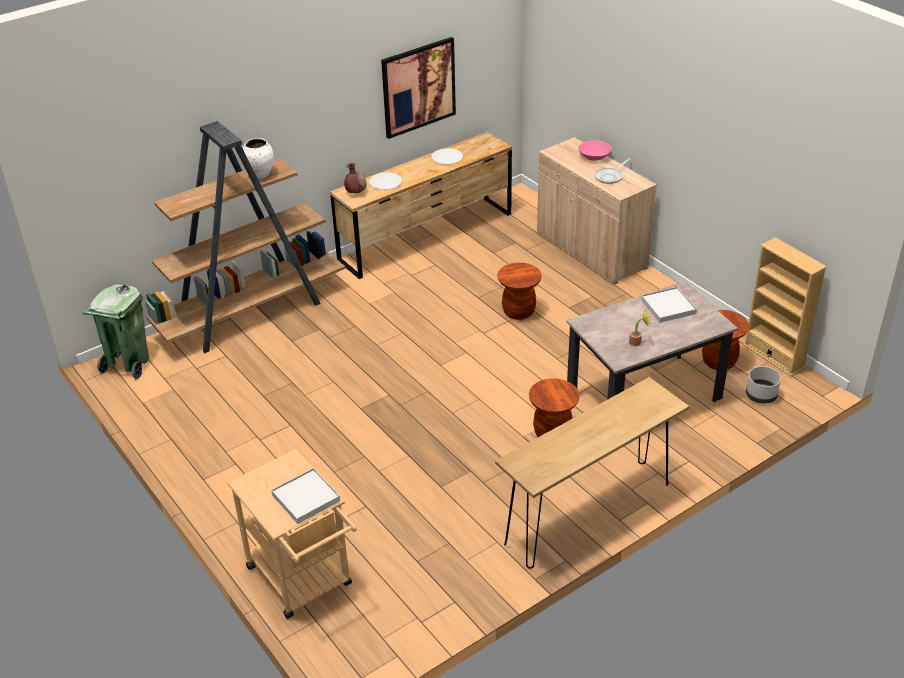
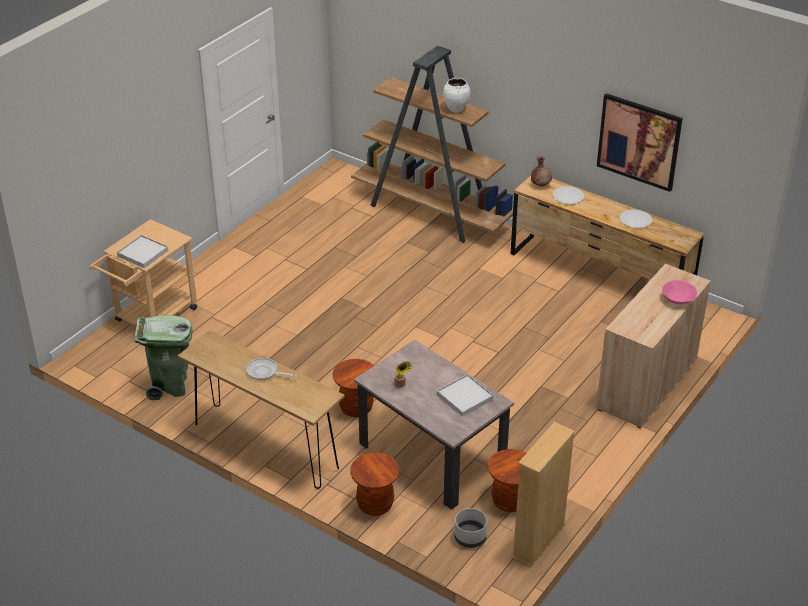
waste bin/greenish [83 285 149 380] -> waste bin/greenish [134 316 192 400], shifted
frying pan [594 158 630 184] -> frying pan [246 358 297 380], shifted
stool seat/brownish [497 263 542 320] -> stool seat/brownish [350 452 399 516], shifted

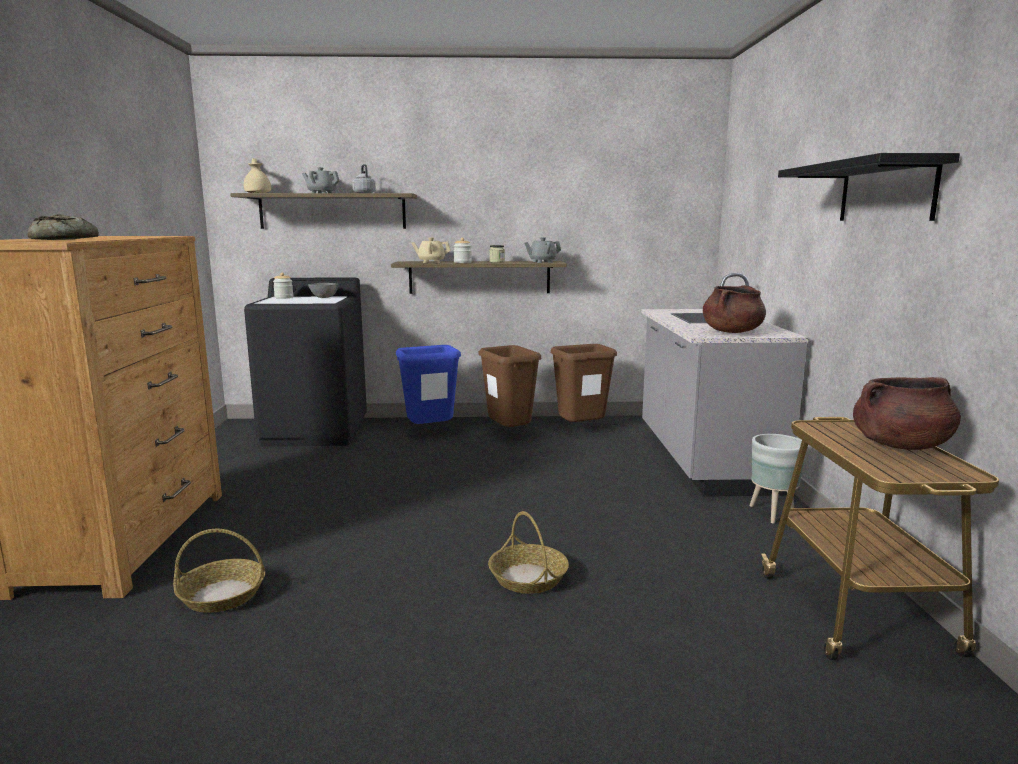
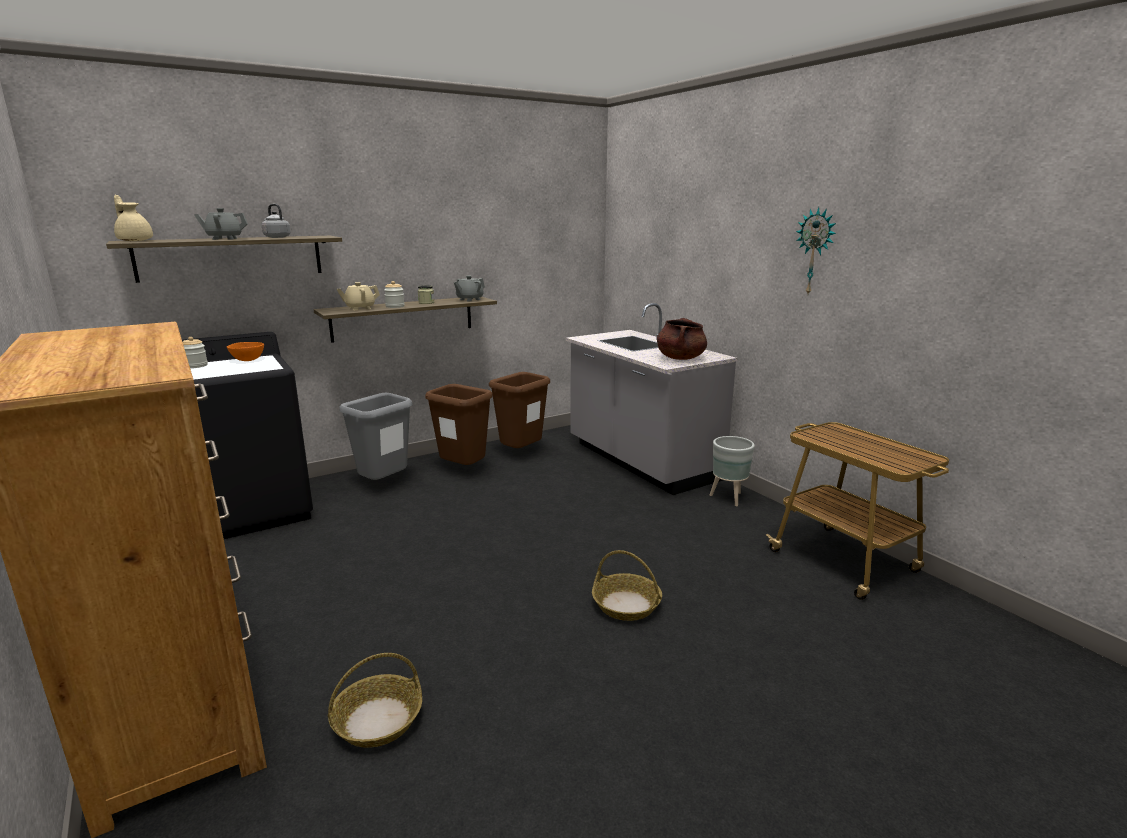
bowl/grey [308 283 339 298] -> bowl/orange [227 342 264 361]
waste bin/bluish [396 345 461 424] -> waste bin/grey [339 393 412 480]
wall shelf/blackish [778 153 960 221] -> wall clock [796 207 836 294]
bakery bread [27 214 99 240] -> none
saucepot/brownish [853 377 961 450] -> none

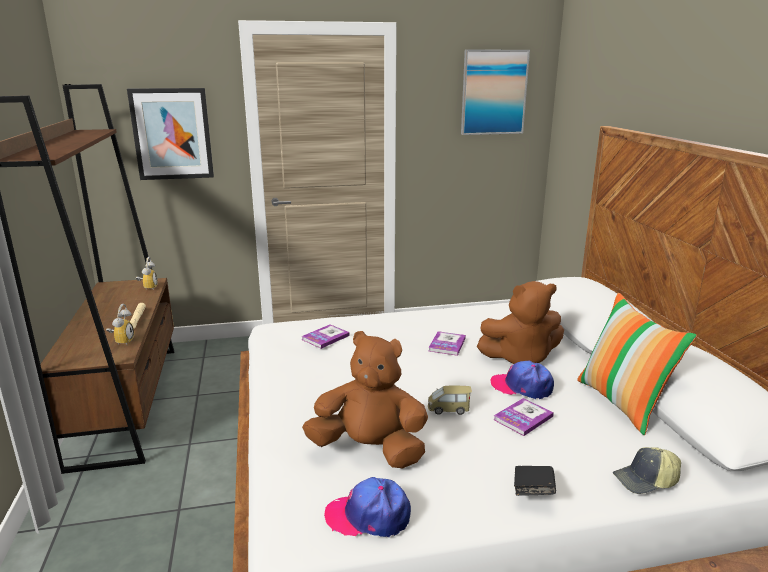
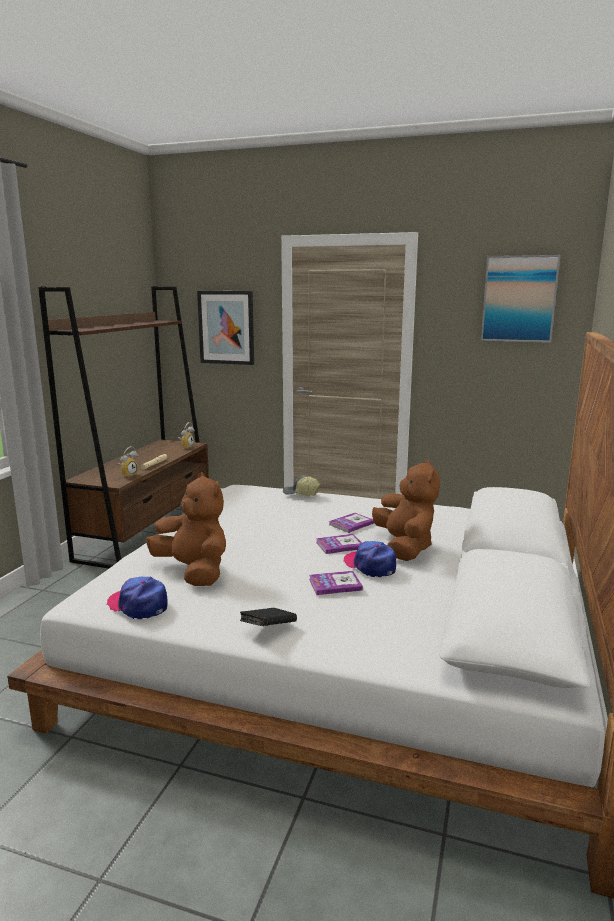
baseball cap [613 447 681 494] -> baseball cap [283 476 321 496], shifted
volume [302 324 350 349] -> volume [316 534 362 554], shifted
cuddly toy/brownish [477 281 564 364] -> cuddly toy/brownish [372 459 440 561], 120 degrees counterclockwise
model car [428 385 472 415] -> none
pillow [577 293 697 435] -> none

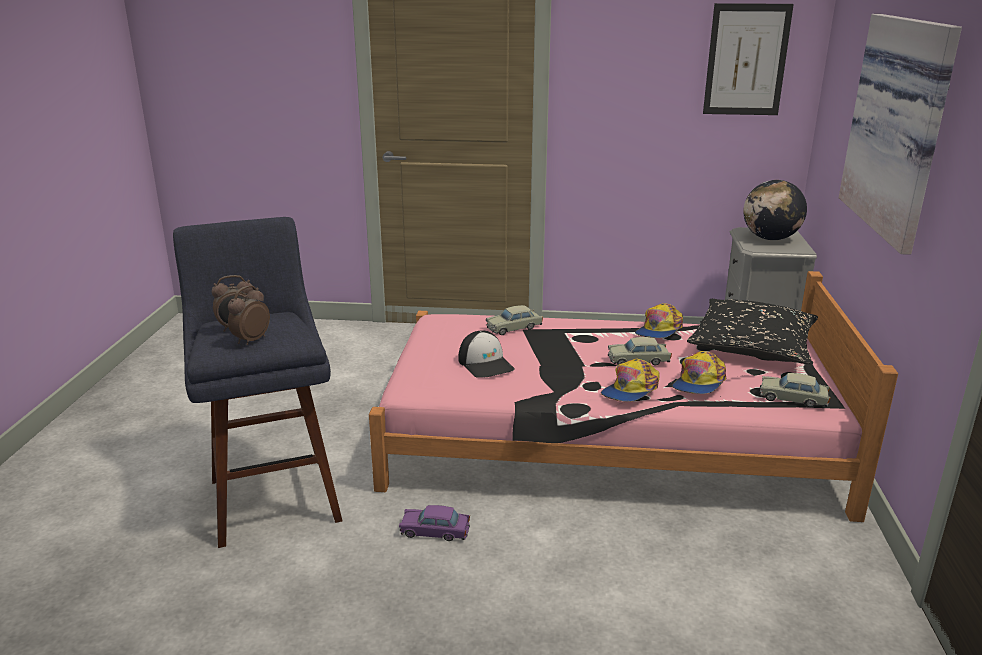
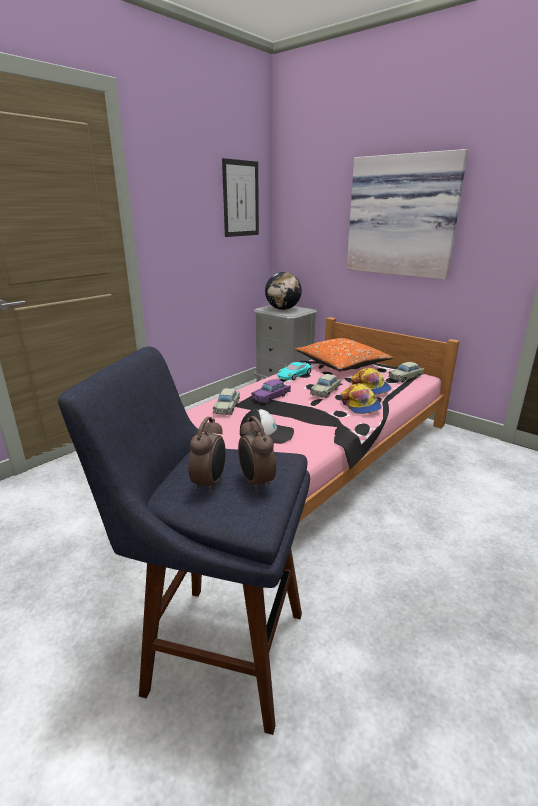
model car/purple [399 505 470 541] -> model car/purple [251 379 291 404], shifted
baseball cap [635 303 683 338] -> model car/blue-green [277 362 312 380]
pillow/blackish [687 299 818 364] -> pillow/orange [295 338 394 371]

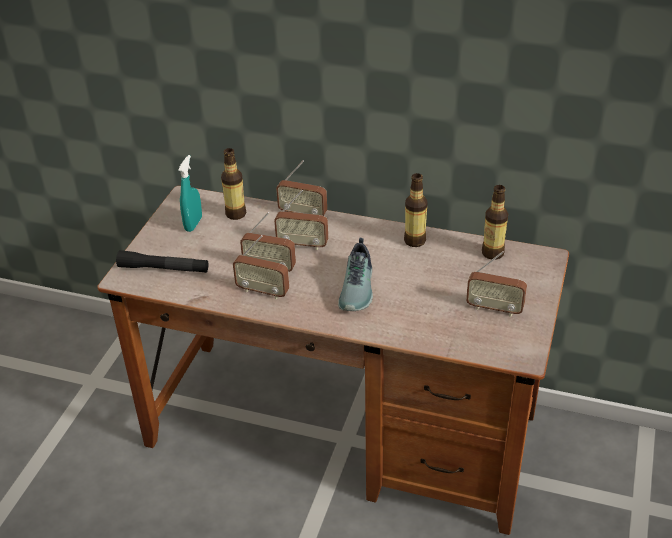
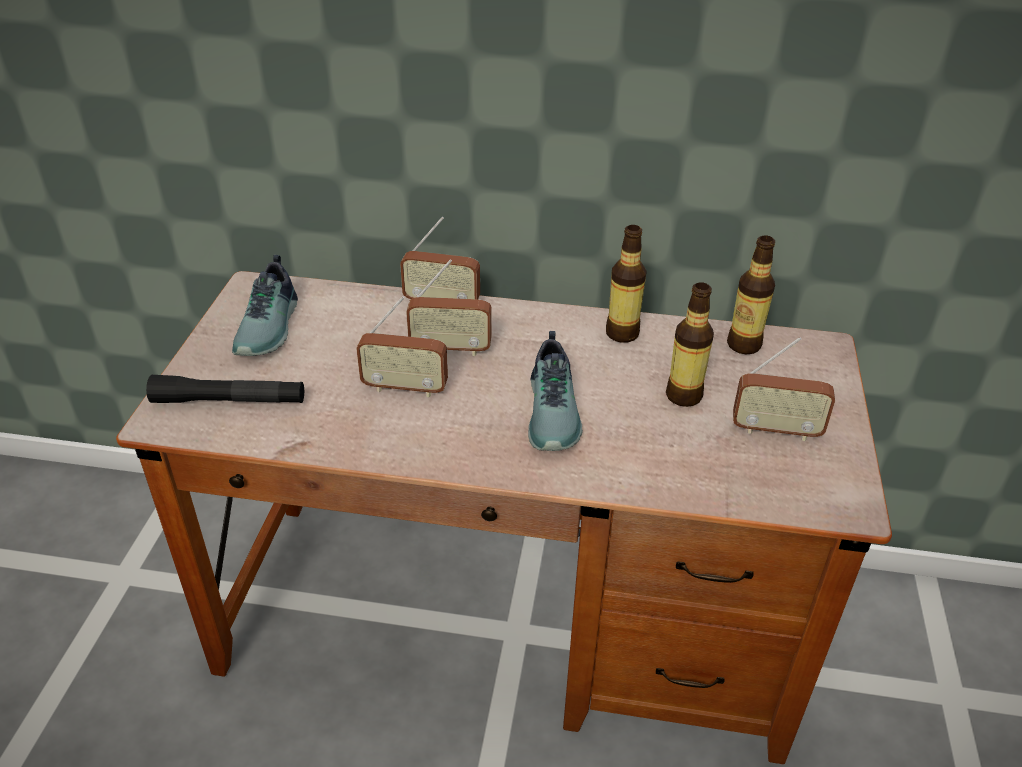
sprayer/blue-green [178 155 202 232] -> shoe [232 255 298 356]
drink bottle [221 148 246 220] -> drink bottle [666 282 714 407], shifted
radio set [233 235 289 299] -> none

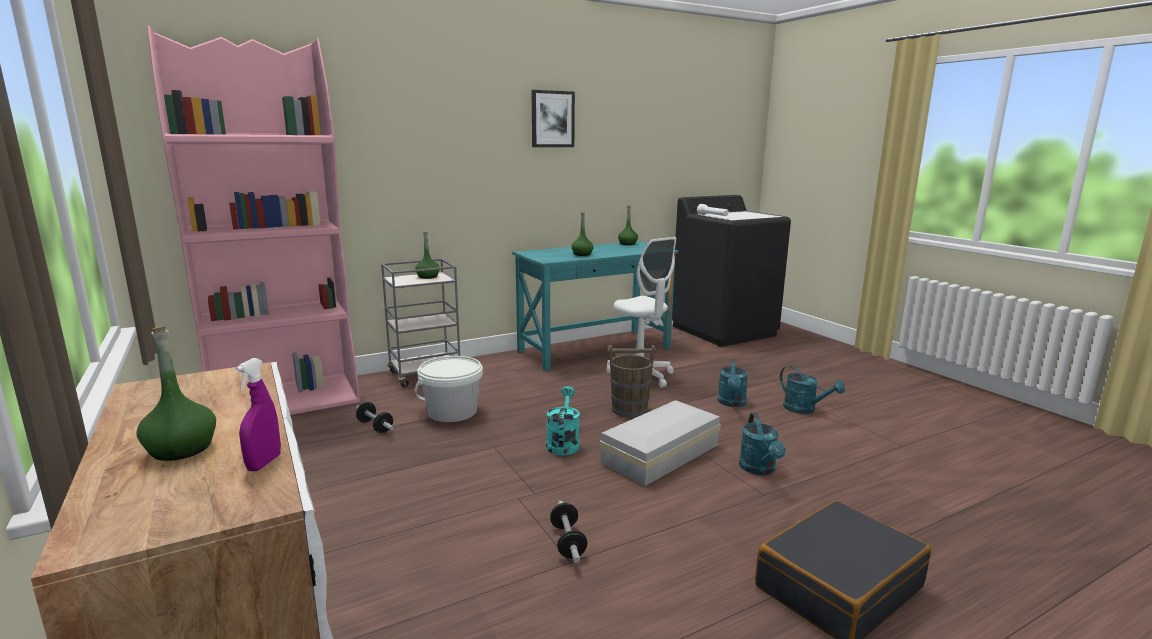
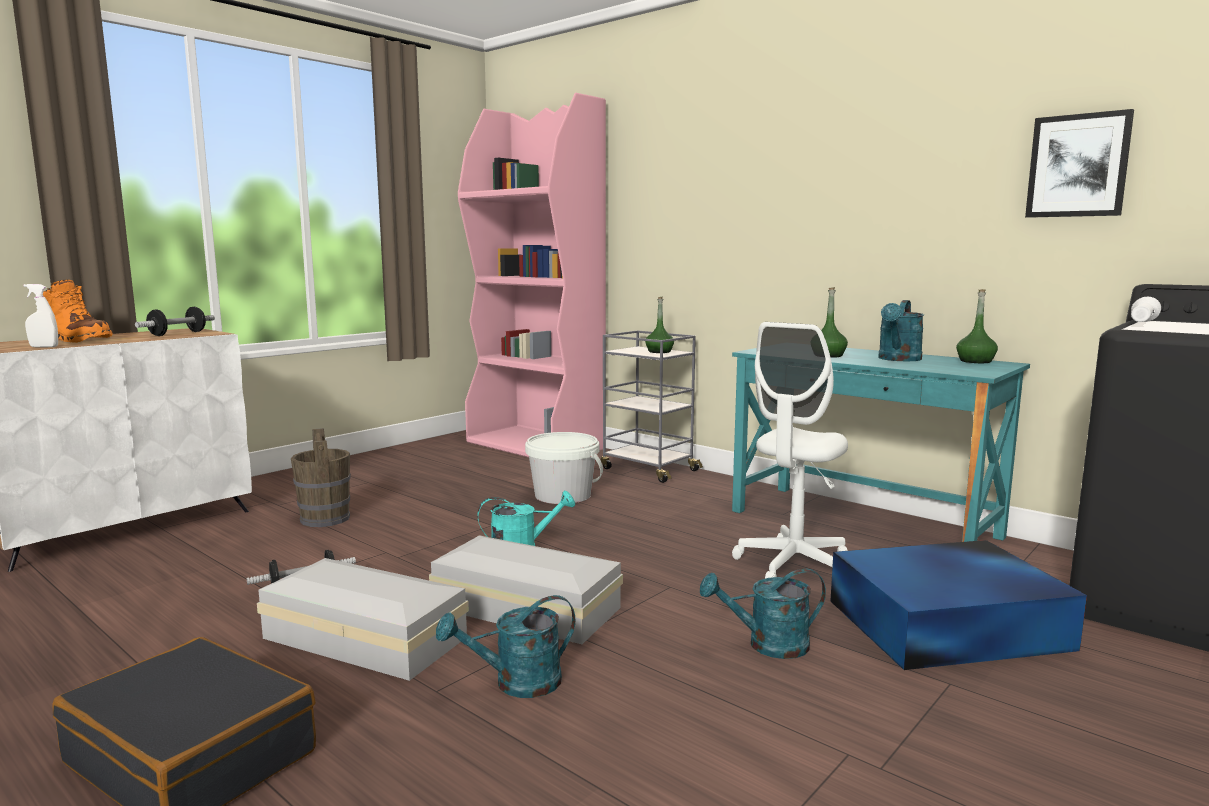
sprayer/purple [235 358 281 471] -> sprayer/white [23 284 58 348]
drink bottle/greenish [136 326 216 461] -> boot/orange [43 280 113 343]
free weight [356 402 394 433] -> free weight [135 307 215 336], shifted
none -> storage bin/white [257 558 469 681]
bucket/brownish [607 345 656 417] -> bucket/brownish [291 428 351 527], shifted
none -> storage bin/bluish [830 540 1087 670]
watering can/blue-green [780 366 845 414] -> watering can/blue-green [878 300 924 361], shifted
wall picture [531 90 575 147] -> wall picture [1025 109 1134 218], shifted

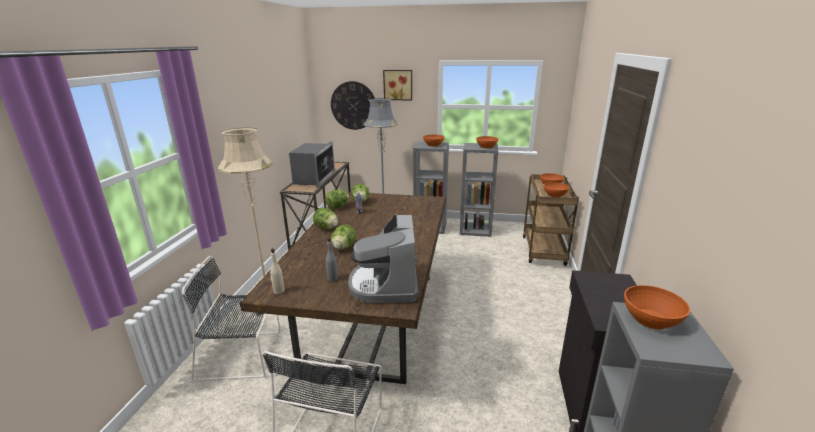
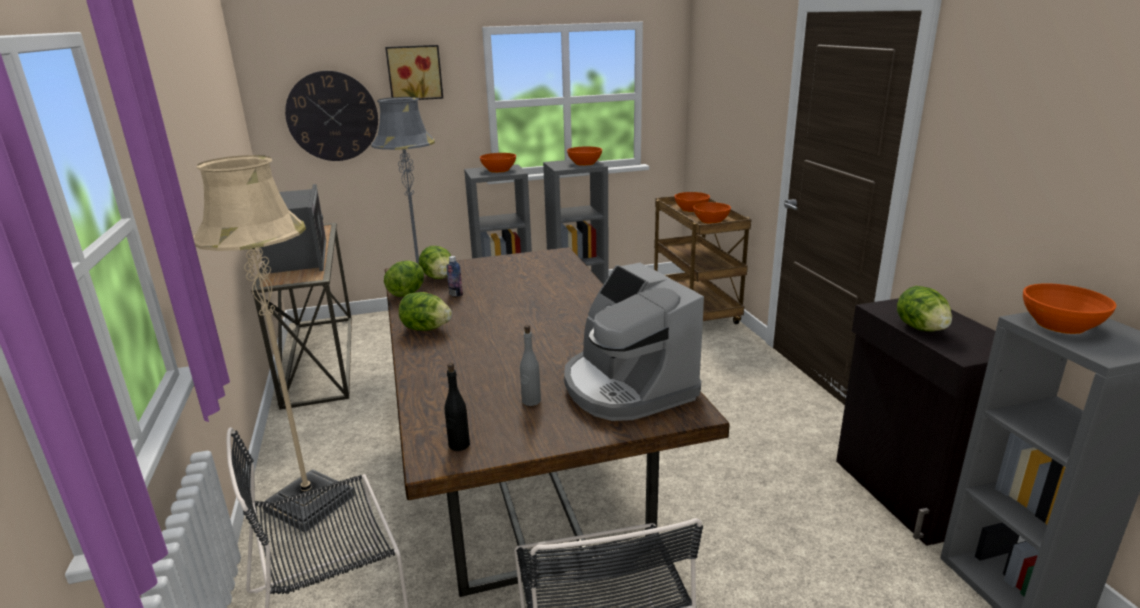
drink bottle/sand-coloured [270 248 285 294] -> drink bottle/blackish [445 363 470 451]
head of lettuce [331 224 356 250] -> head of lettuce [897 286 952 331], shifted

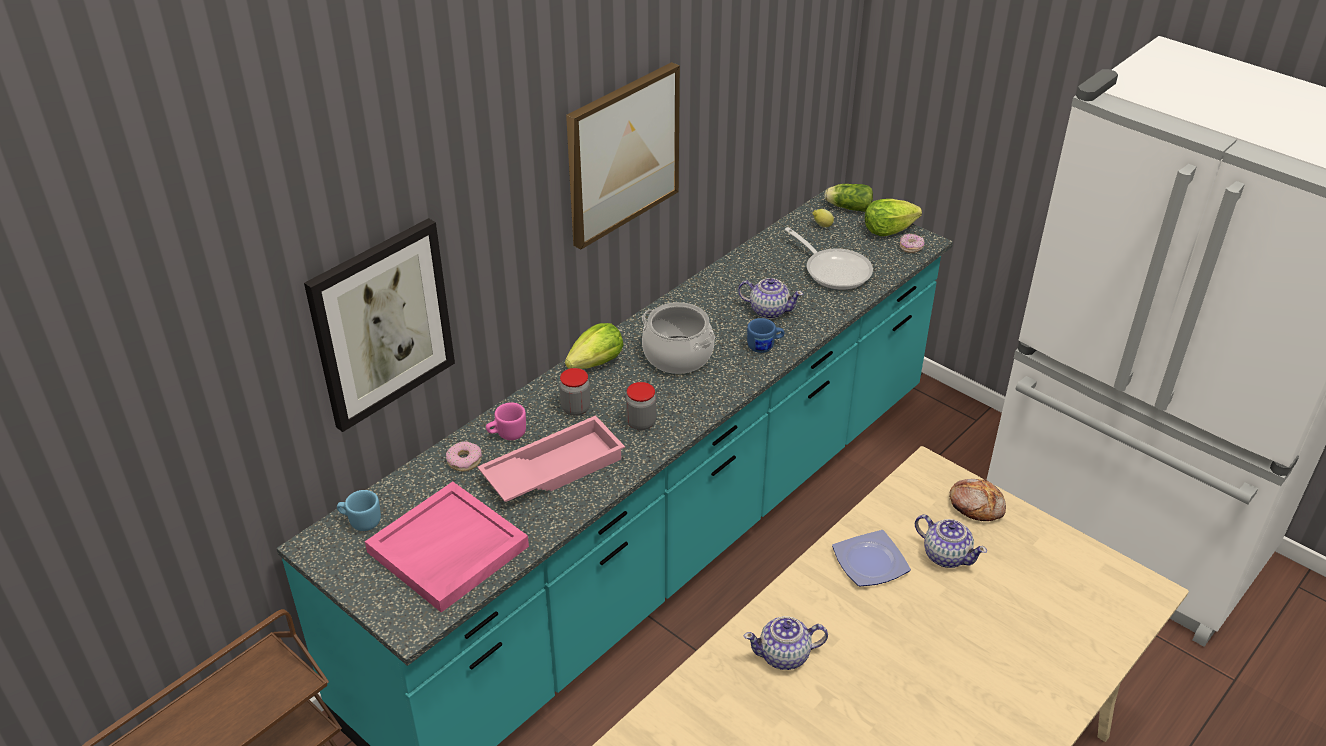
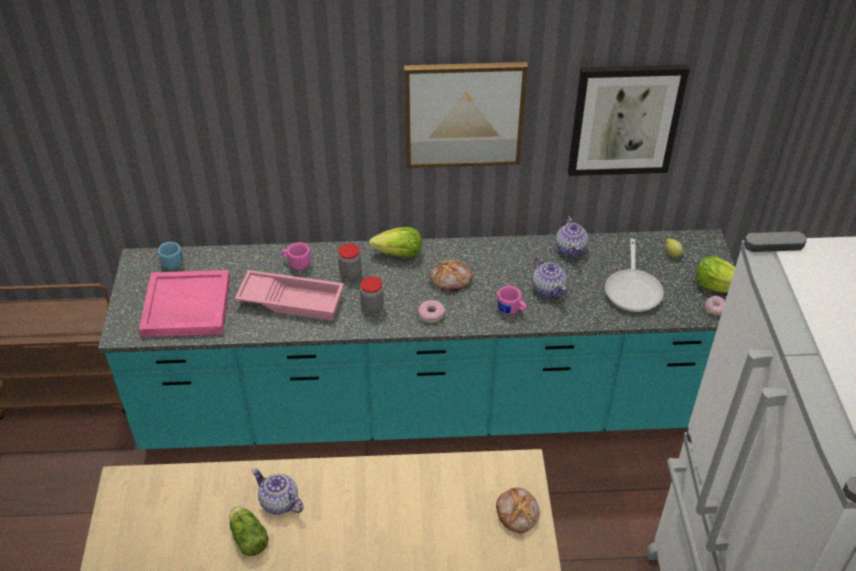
head of lettuce [824 184 873 212] -> head of lettuce [229 506 268 556], shifted
ring doughnut [446 441 482 471] -> ring doughnut [418 300 445 323], shifted
saucepot [642 302 715 374] -> bakery bread [430 260 473 292]
mug/bluish [747 318 785 353] -> mug/pink-coloured [497 286 527 315]
teapot [915 515 987 568] -> teapot [556 216 589 258], shifted
wall picture [304 218 455 432] -> wall picture [568 65 690 176], shifted
flat dish [832 530 911 586] -> none

